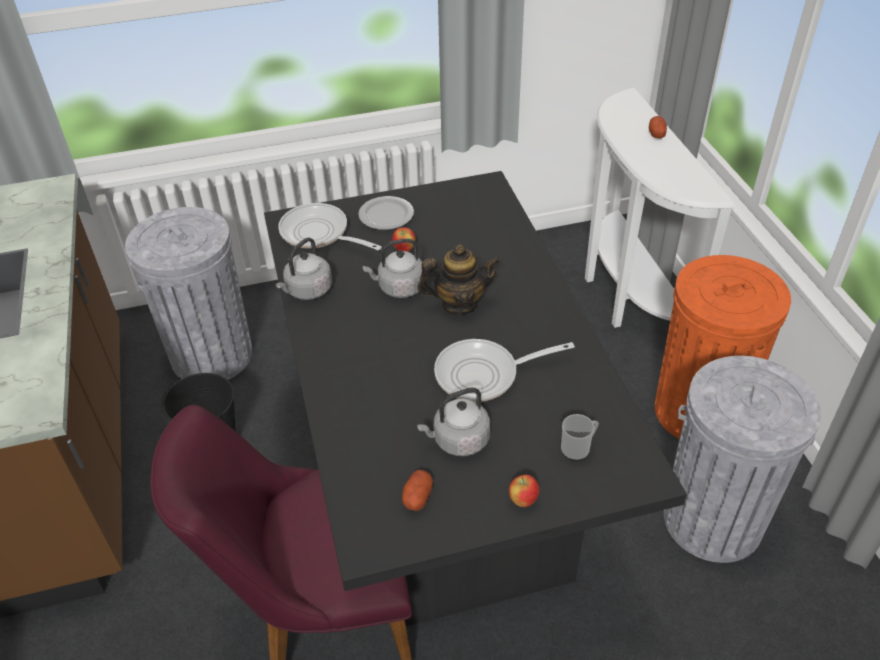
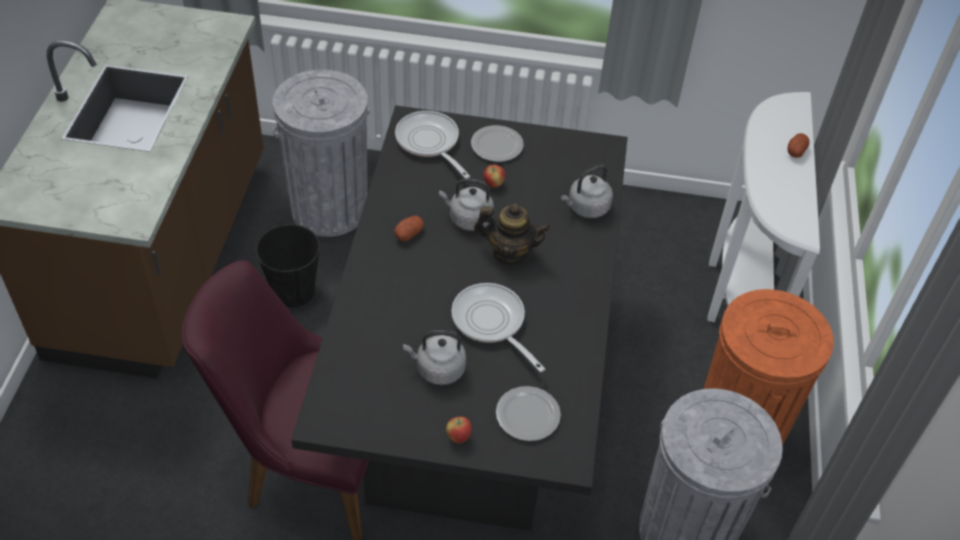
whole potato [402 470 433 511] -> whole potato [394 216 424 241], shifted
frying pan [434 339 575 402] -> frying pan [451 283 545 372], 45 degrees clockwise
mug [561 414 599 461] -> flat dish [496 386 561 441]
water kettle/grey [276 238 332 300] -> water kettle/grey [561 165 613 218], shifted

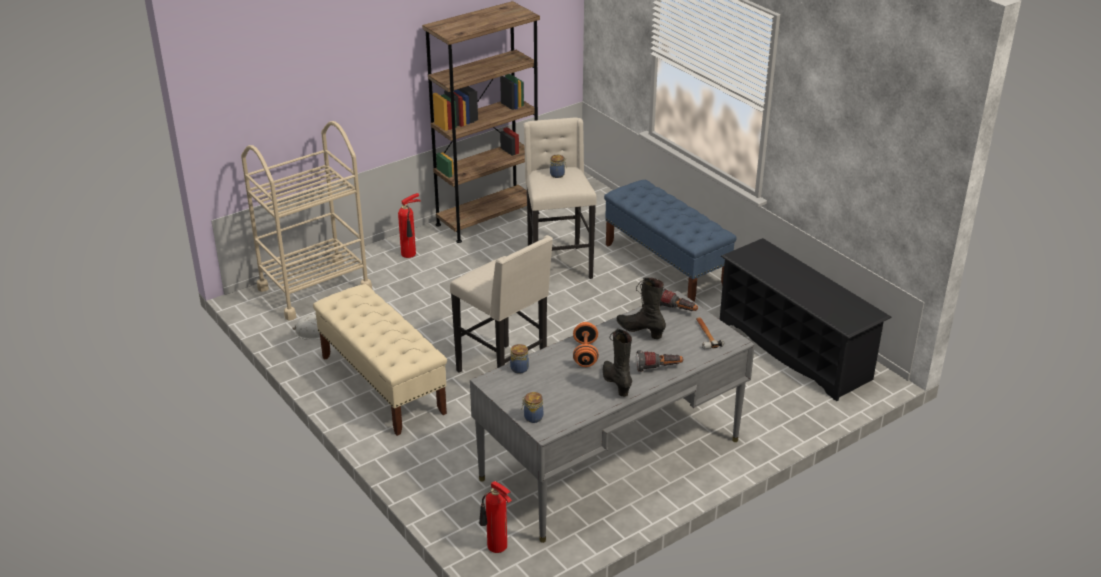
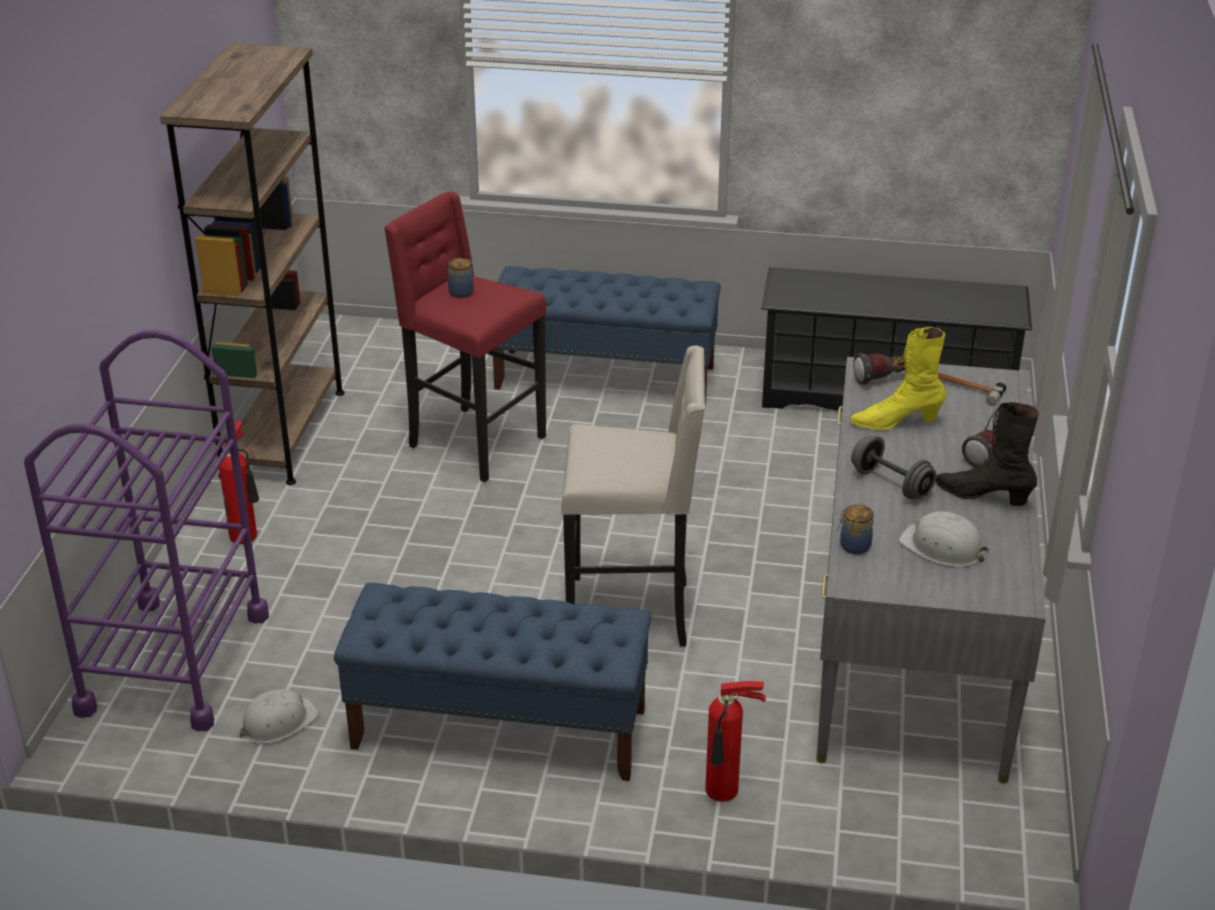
trolley/sand-coloured [241 121 372 321] -> trolley/purple [24 330 269 732]
long seat/sand-coloured [313 284 447 436] -> long seat/bluish [334 583 652 781]
stool seat/sand-coloured [524 118 597 279] -> stool seat/reddish [384 191 547 482]
fire extinguisher [479 481 512 553] -> fire extinguisher [705 681 766 802], shifted
boot/blackish [616 277 666 339] -> boot/yellow-coloured [849 327 946 430]
free weight/orange [573 322 599 367] -> free weight/grey [851 435 936 499]
none -> work helmet/white [899 511 989 567]
preserve jar [522 392 543 423] -> none

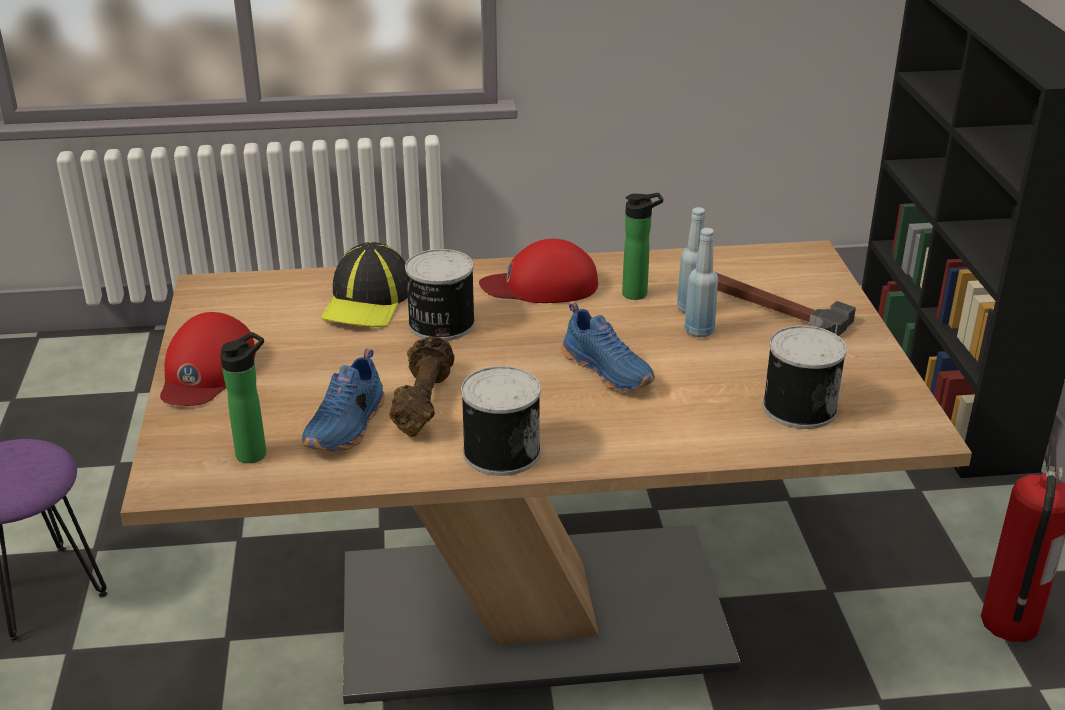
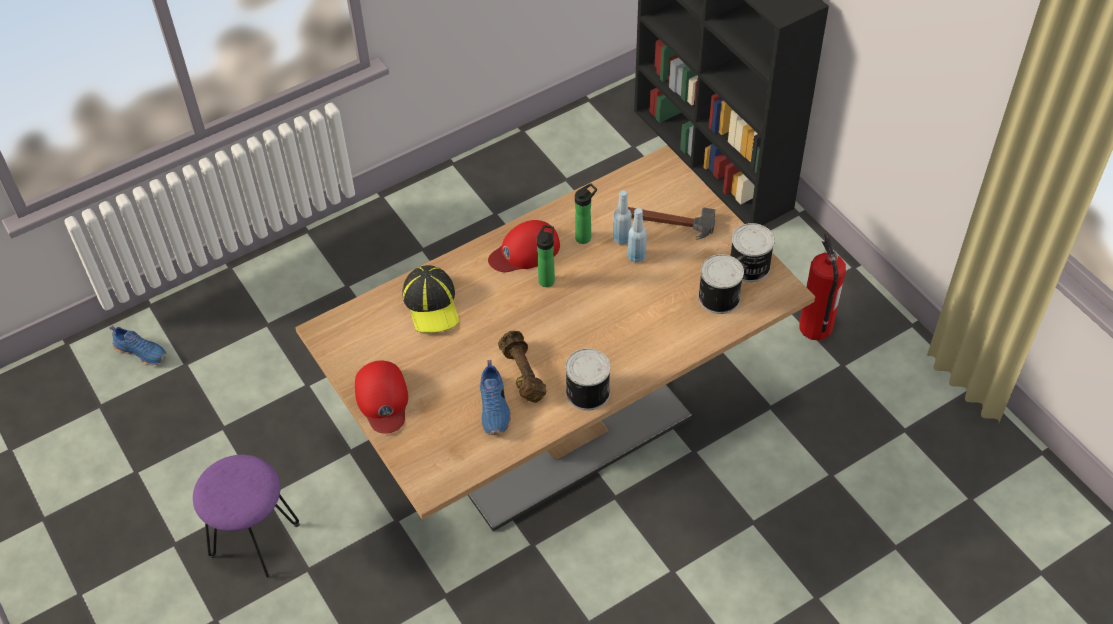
shoe/bluish [561 303 655 392] -> shoe/bluish [110 326 167 366], shifted
drink bottle [220 332 266 463] -> drink bottle [537 225 555 287], shifted
metal can [405 249 475 341] -> metal can [731 223 775 282], shifted

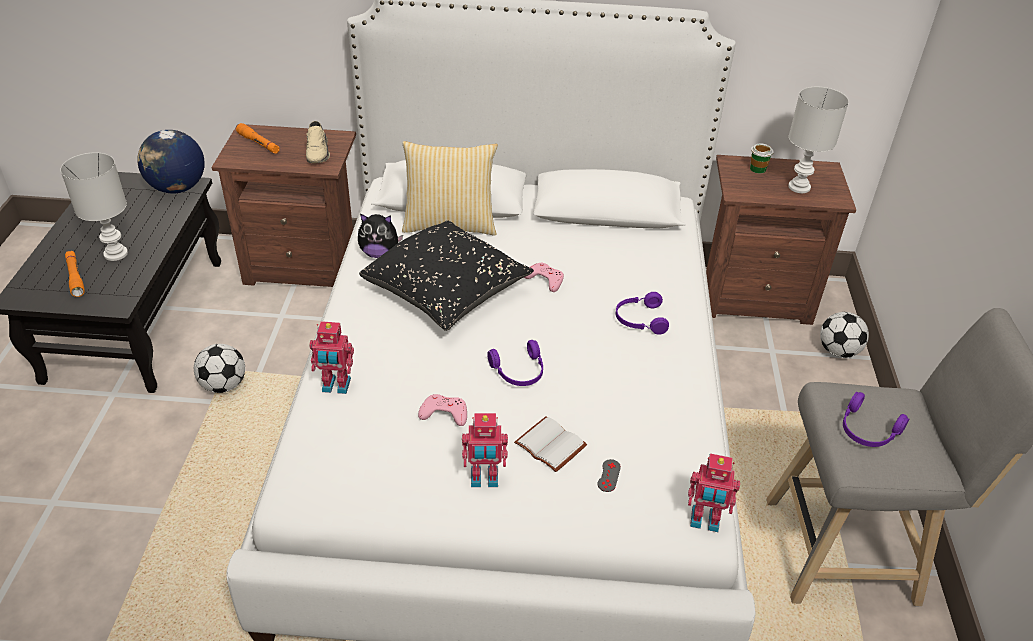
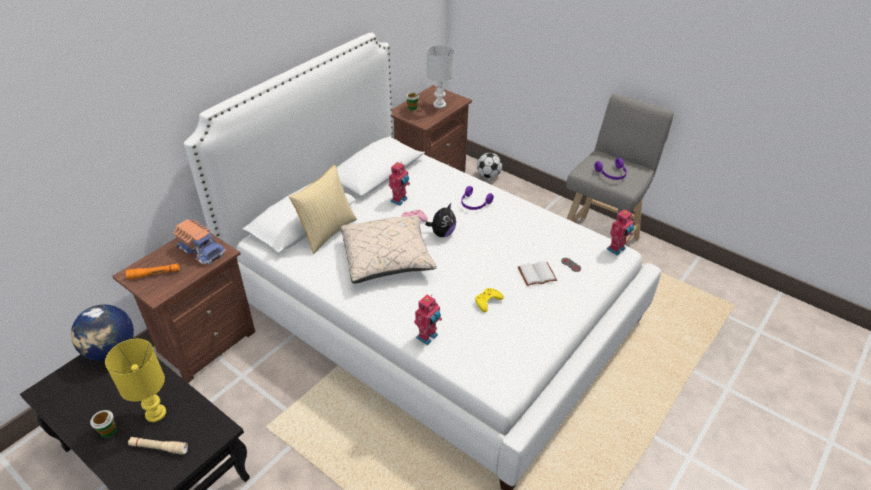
none -> drinking cup [90 410 117 438]
lamp for a table/white [60 152 128 261] -> lamp for a table/yellow-coloured [105 339 166 422]
hand torch/orange [65 251 85 297] -> hand torch/sand-coloured [128 437 188 455]
shoe/sand-coloured [306 121 330 163] -> toy truck [173 219 226 265]
pillow/blackish [359 221 534 331] -> pillow/sand-coloured [340 215 437 283]
robot figure [462 413 508 487] -> robot figure [389 162 410 205], shifted
cuddly toy [358 213 403 258] -> cuddly toy [425 204 456 237], shifted
game controller/pink-coloured [418 394 467 426] -> game controller/yellow-coloured [475 288 504 312]
football [194 344 245 393] -> none
headphones/purple [487 340 543 386] -> none

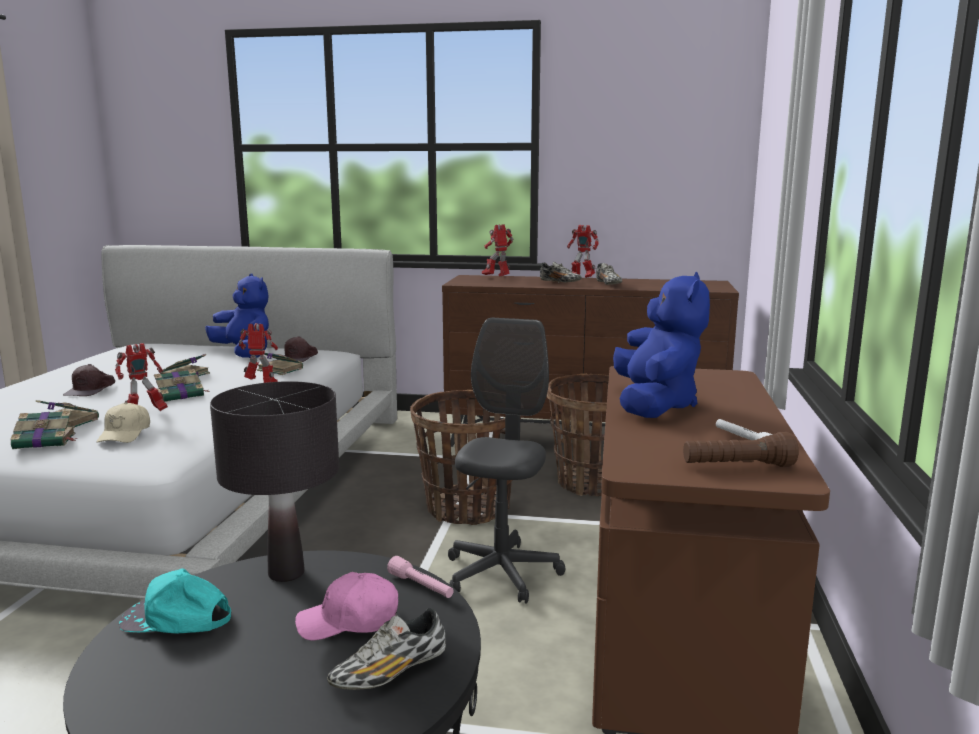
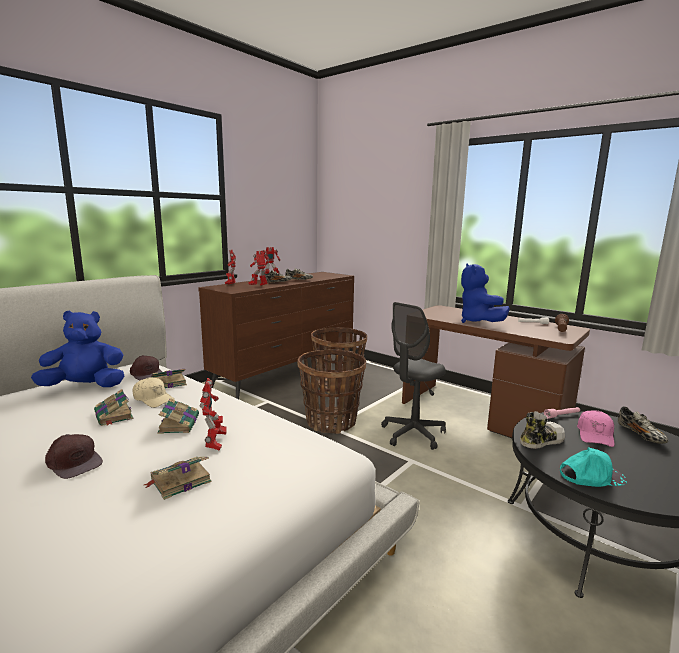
baseball cap/sand-coloured [96 402 150 443] -> baseball cap/sand-coloured [132 377 175 408], shifted
robot figure [239 323 278 383] -> robot figure [249 251 270 286], shifted
computer chair/grey [448 318 565 604] -> computer chair/grey [381 302 446 450], 90 degrees counterclockwise
cuddly toy/bluish [613 272 710 418] -> cuddly toy/bluish [461 264 510 323], 135 degrees counterclockwise
lamp for a table/blackish [210 381 339 582] -> shoe [520 411 565 449]
baseball cap/blue-green [119 569 231 634] -> baseball cap/blue-green [560 447 627 487], 135 degrees counterclockwise
volume [10 410 78 449] -> none

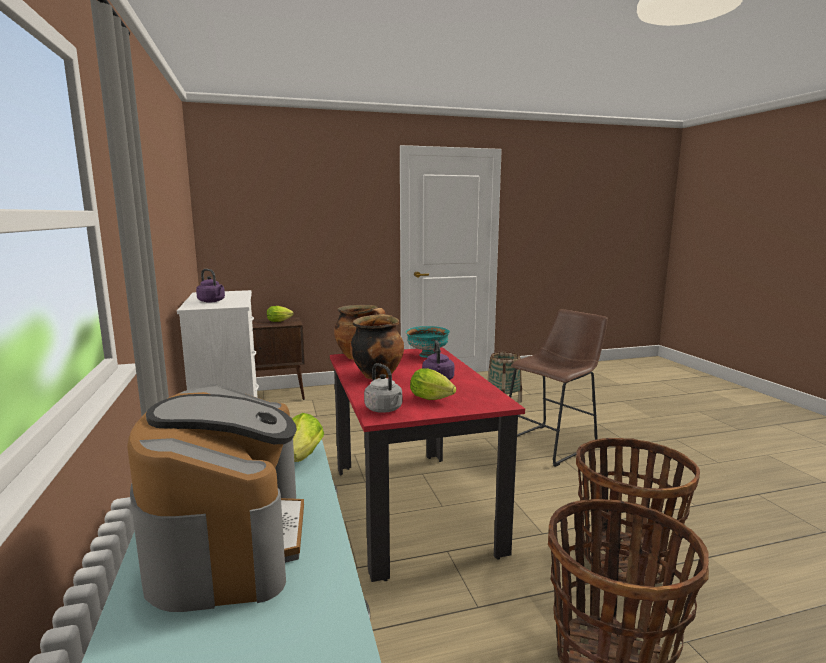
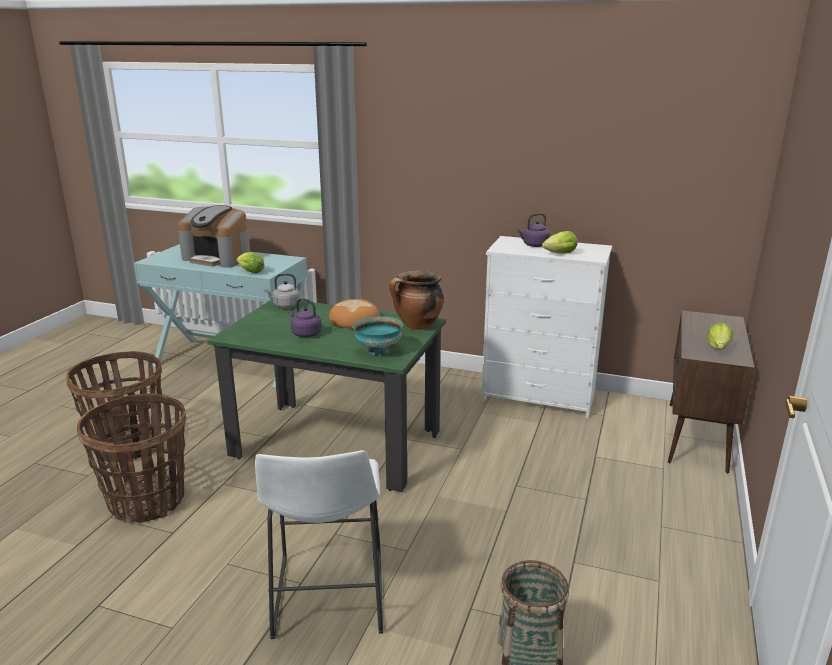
kitchen table/reddish [330 347 525 582] -> kitchen table/greenish [208 299 446 492]
stool seat/brownish [509 309 607 467] -> stool seat/white [255 450 383 639]
saucepot [350 314 404 379] -> bakery bread [329 299 380 328]
head of lettuce [410 368 456 400] -> head of lettuce [542 231 577 254], shifted

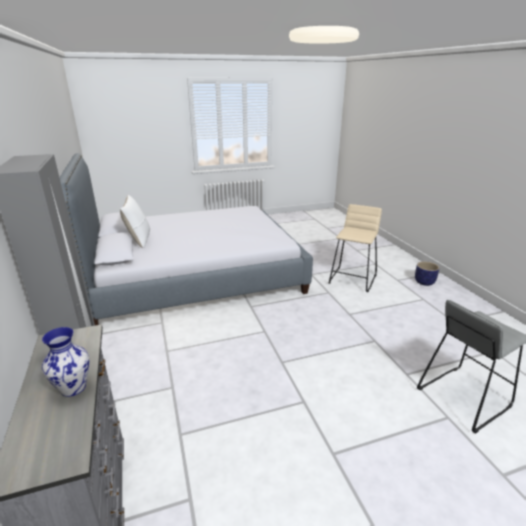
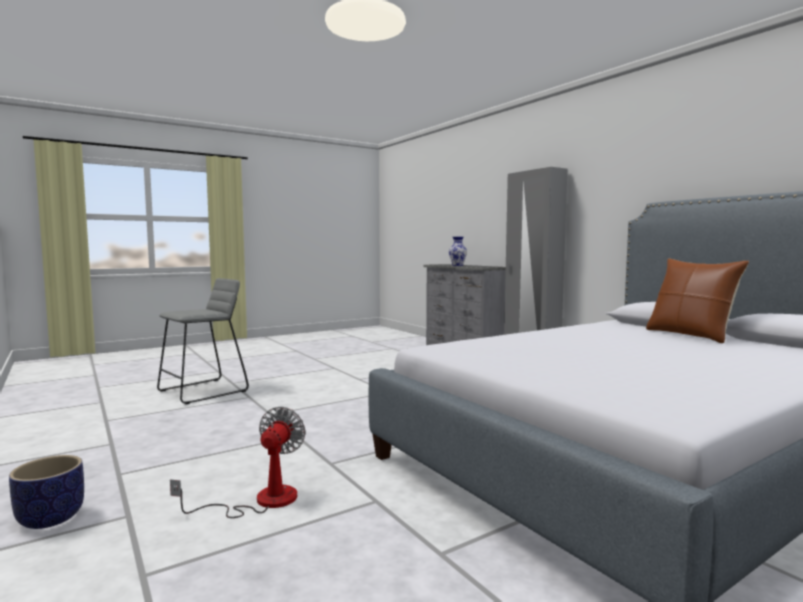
stool seat/sand-coloured [328 204 382 292] -> fan [170 406 306 518]
pillow/white [120 195 150 248] -> pillow/brownish [646 258 749 343]

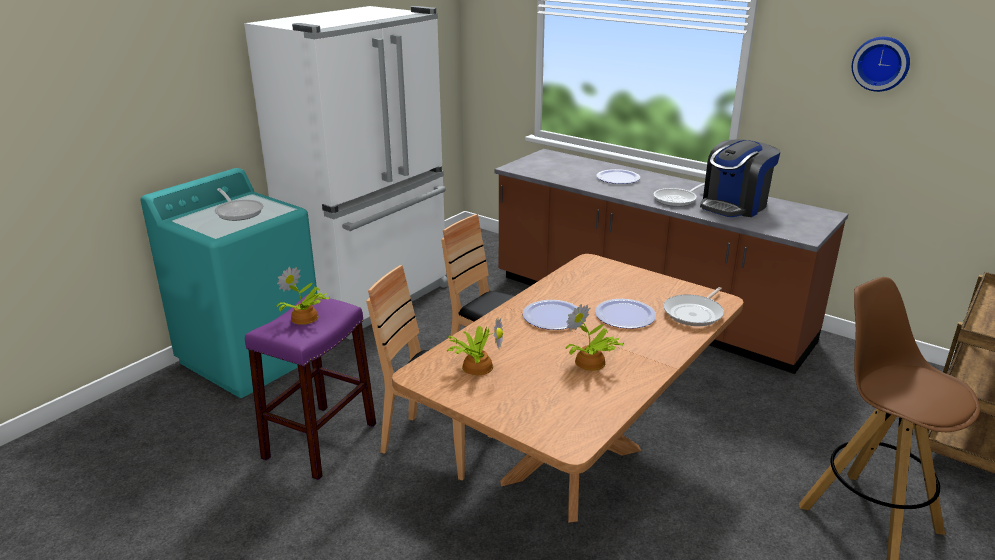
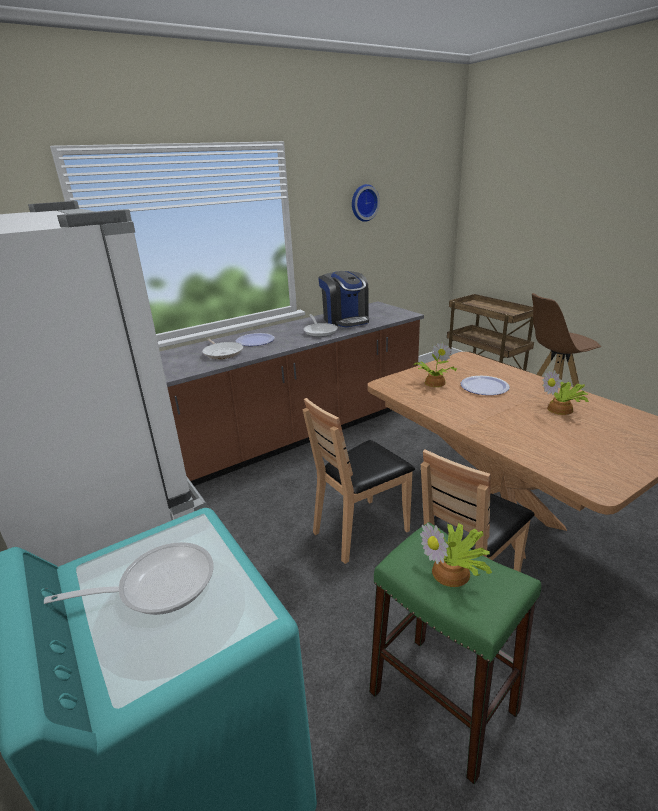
frying pan [663 287 724 326] -> frying pan [202 339 243 359], shifted
stool seat/purple [245 294 376 480] -> stool seat/greenish [369 522 541 784]
potted plant [447 318 503 375] -> potted plant [413 342 457 387], shifted
flat dish [523 300 578 330] -> none

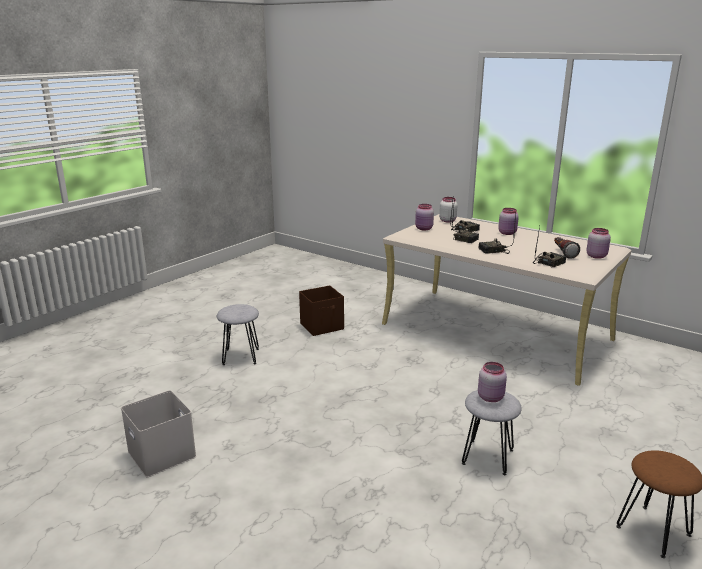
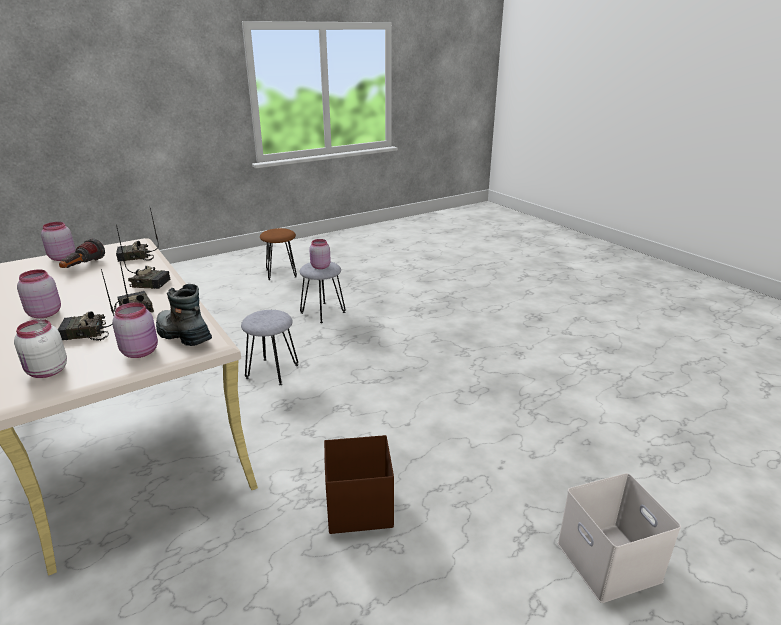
none -> boot [156 284 212 346]
stool seat/grey [217 304 259 365] -> stool seat/grey [241 310 298 385], shifted
storage bin/white [121 390 196 478] -> storage bin/white [557 473 681 603], shifted

